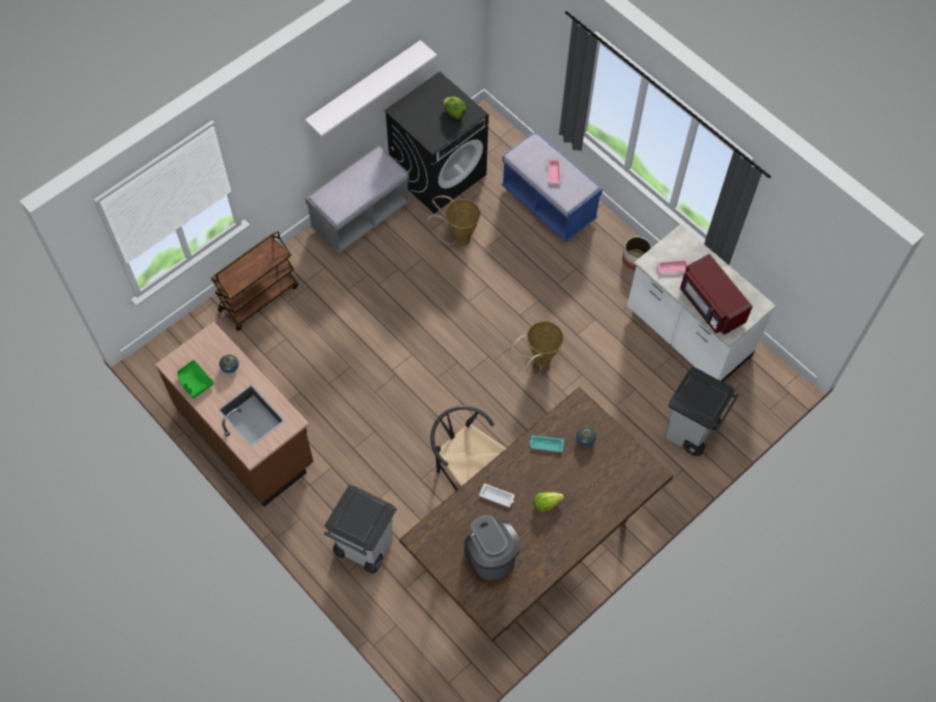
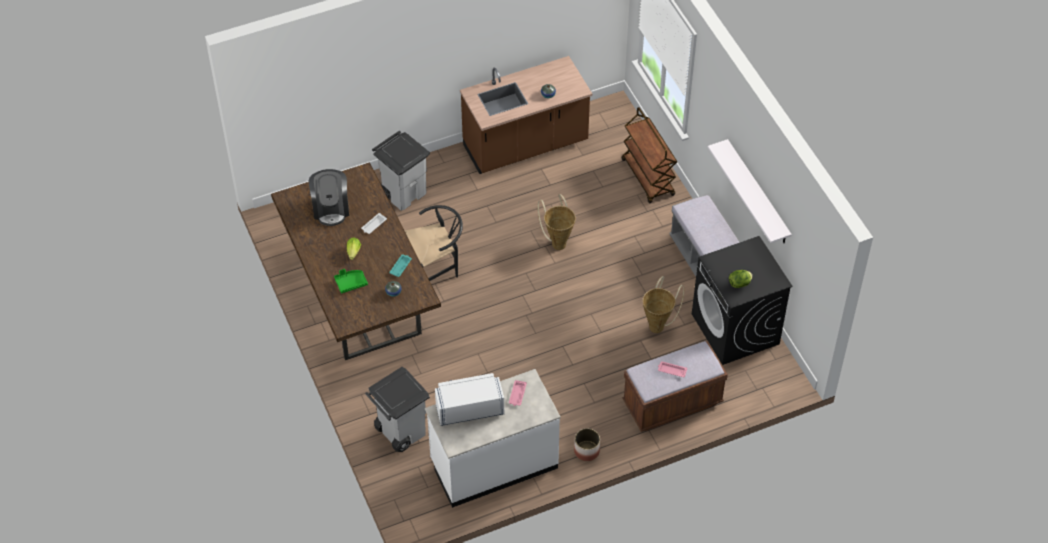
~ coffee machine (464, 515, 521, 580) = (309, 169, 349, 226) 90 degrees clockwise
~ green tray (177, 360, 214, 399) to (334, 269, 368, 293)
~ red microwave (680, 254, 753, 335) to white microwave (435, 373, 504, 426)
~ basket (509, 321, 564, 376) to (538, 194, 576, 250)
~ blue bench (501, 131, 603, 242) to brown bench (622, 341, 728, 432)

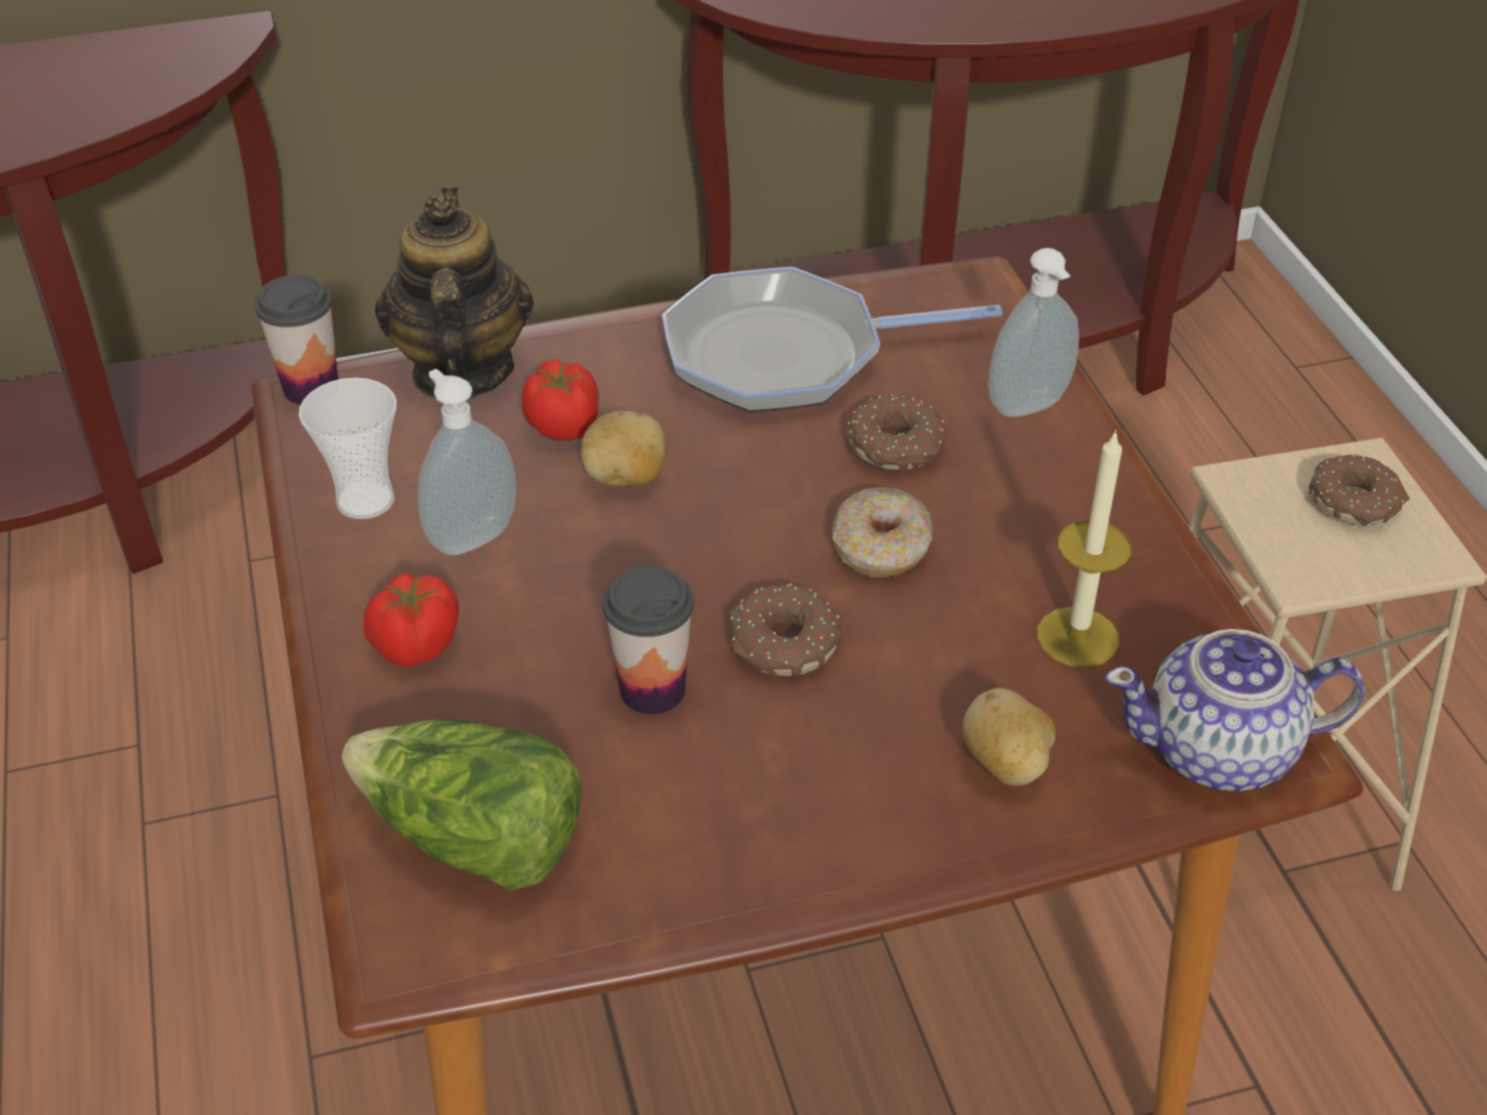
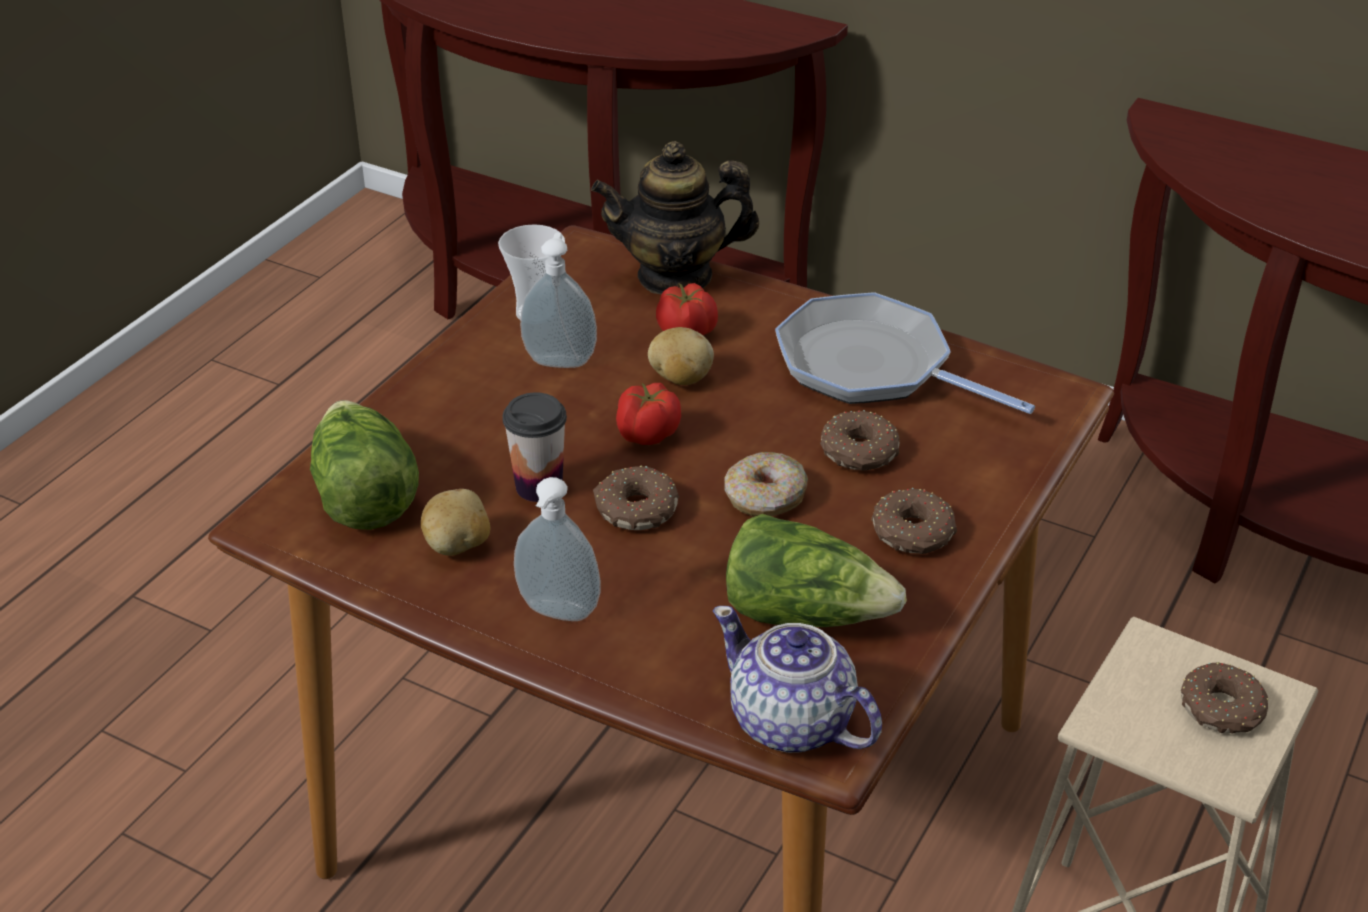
~ potato (962, 688, 1056, 786) to (421, 489, 490, 556)
~ soap dispenser (988, 248, 1079, 417) to (514, 477, 601, 621)
~ teapot (375, 186, 534, 398) = (591, 141, 759, 294) 135 degrees counterclockwise
~ tomato (363, 571, 459, 667) to (616, 383, 681, 445)
~ candle (1037, 430, 1132, 668) to lettuce (726, 514, 907, 627)
+ donut (872, 488, 957, 554)
- cup (255, 274, 338, 405)

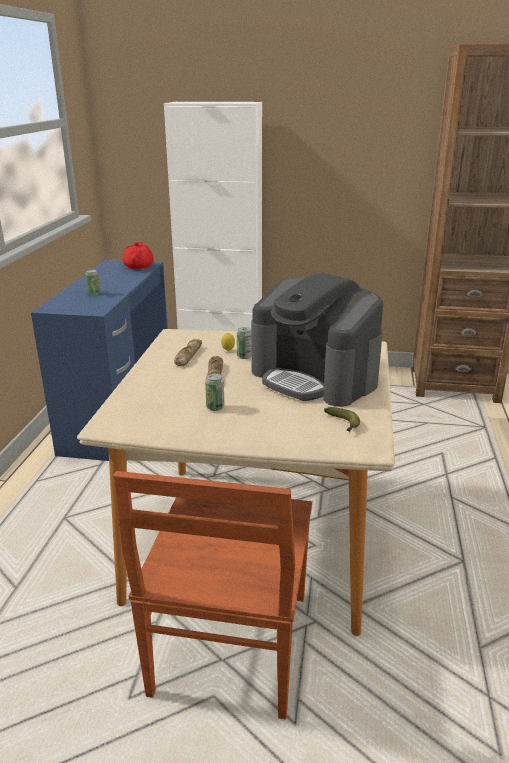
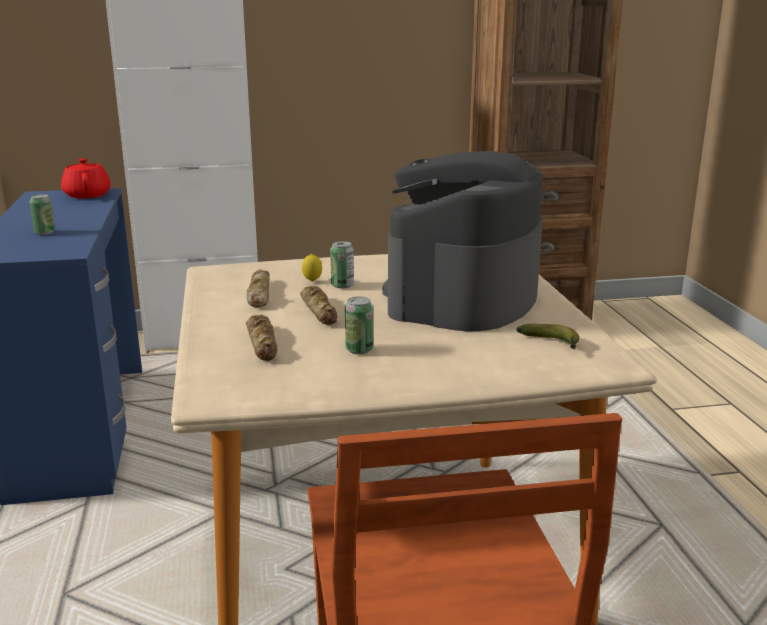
+ bread (246, 315, 278, 361)
~ coffee machine (251, 273, 383, 407) = (383, 151, 543, 332) 90 degrees clockwise

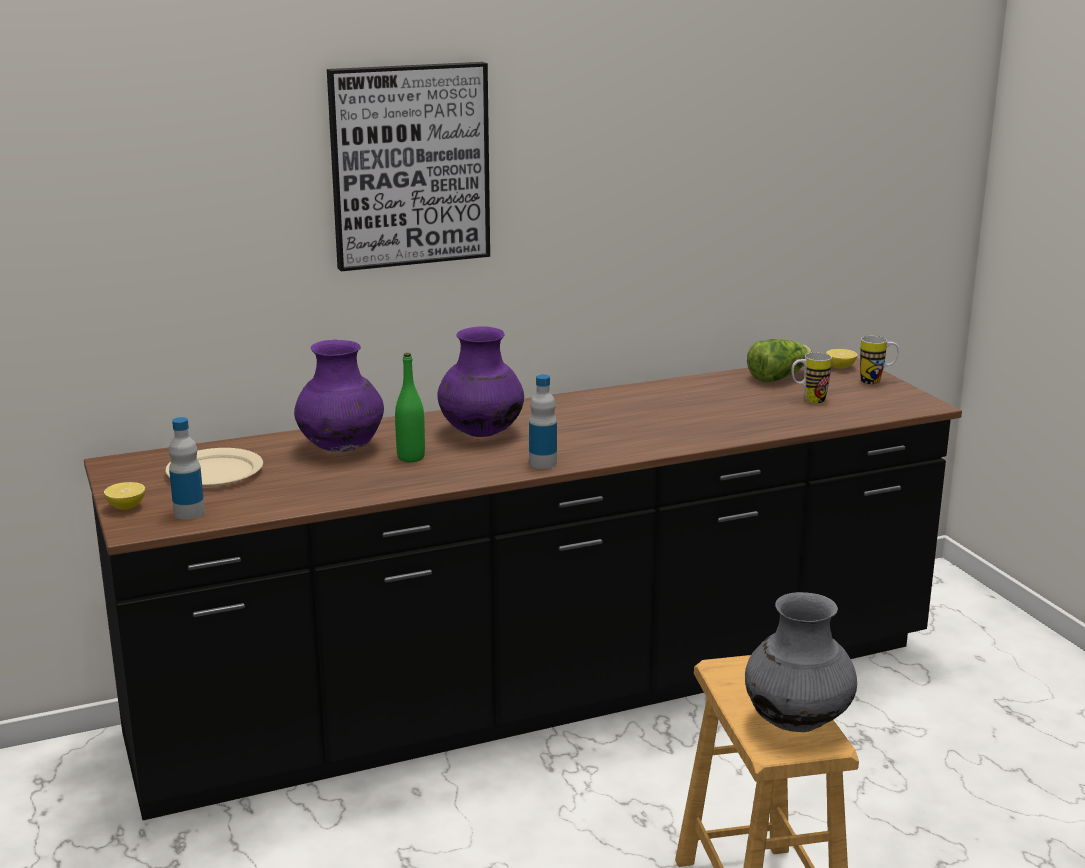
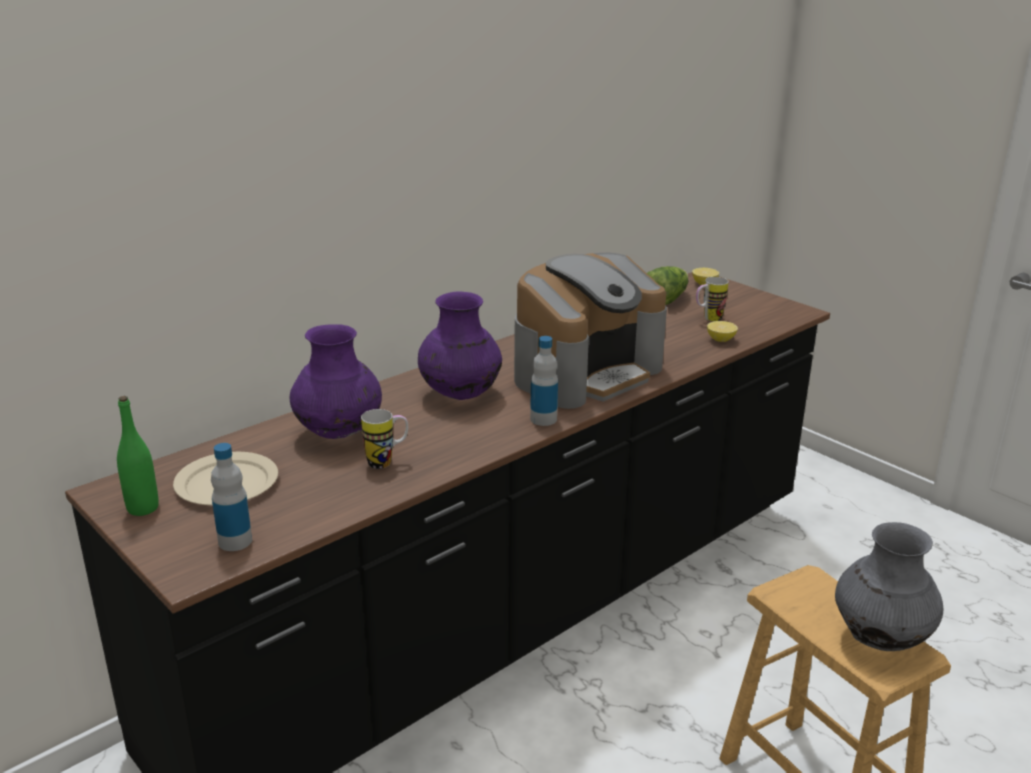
~ green bottle (395, 353, 425, 462) to (117, 396, 159, 516)
~ mug (860, 336, 899, 385) to (361, 409, 408, 469)
+ coffee machine (514, 253, 667, 409)
~ lemon (104, 482, 145, 510) to (707, 321, 738, 342)
- picture (327, 62, 490, 271)

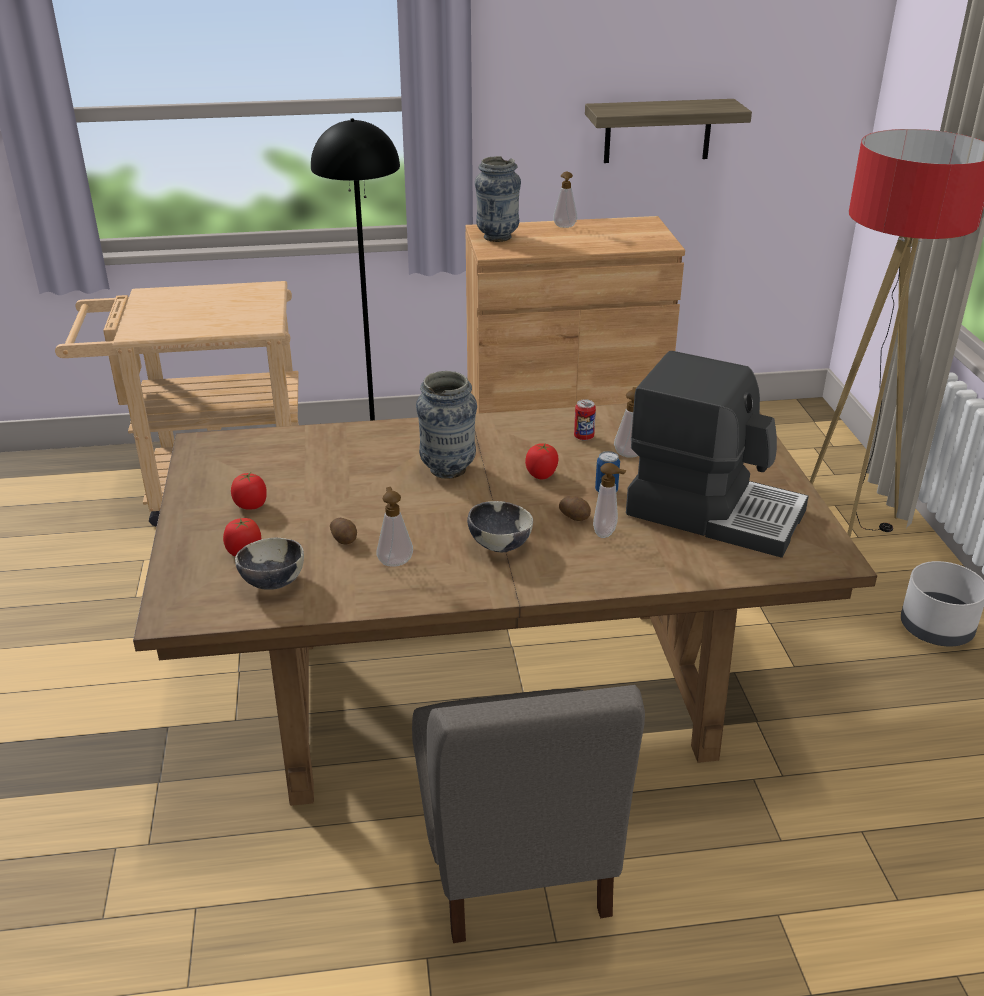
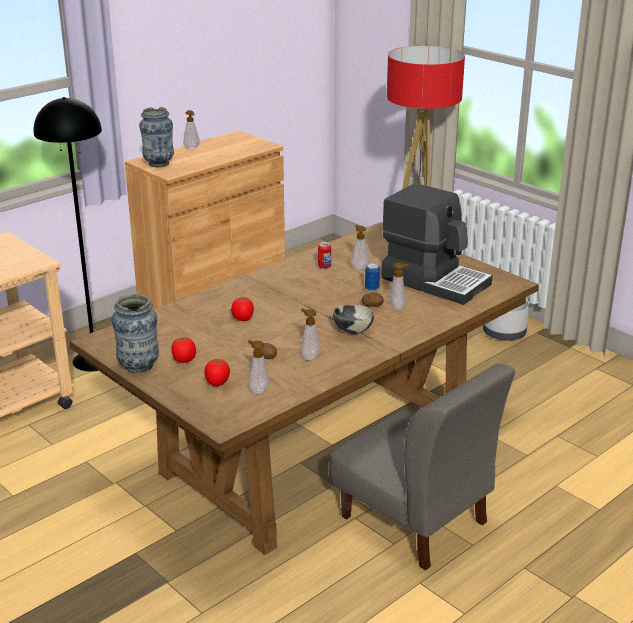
~ vase (416, 371, 477, 479) to (112, 294, 159, 374)
~ tomato (525, 443, 559, 479) to (231, 297, 254, 321)
~ bowl (235, 538, 304, 590) to soap dispenser (248, 340, 269, 394)
~ coffee machine (626, 351, 809, 558) = (381, 183, 492, 305) 45 degrees clockwise
- shelf (585, 99, 752, 163)

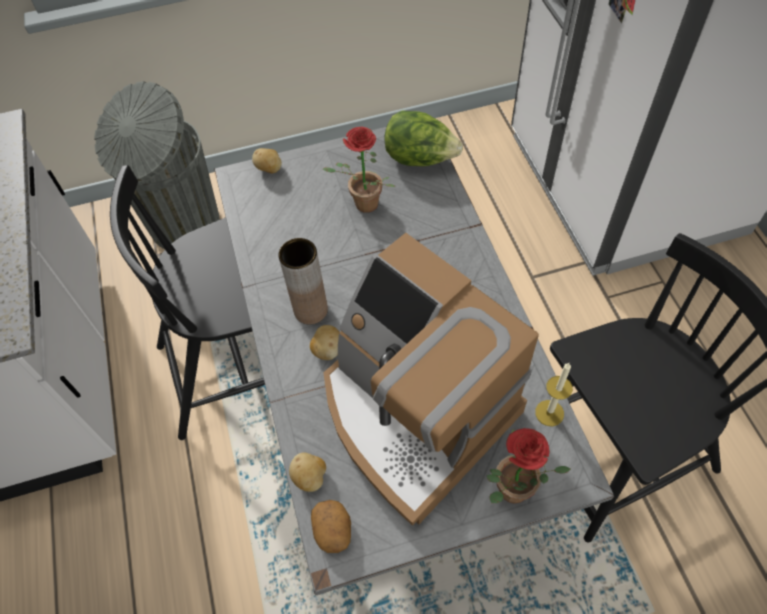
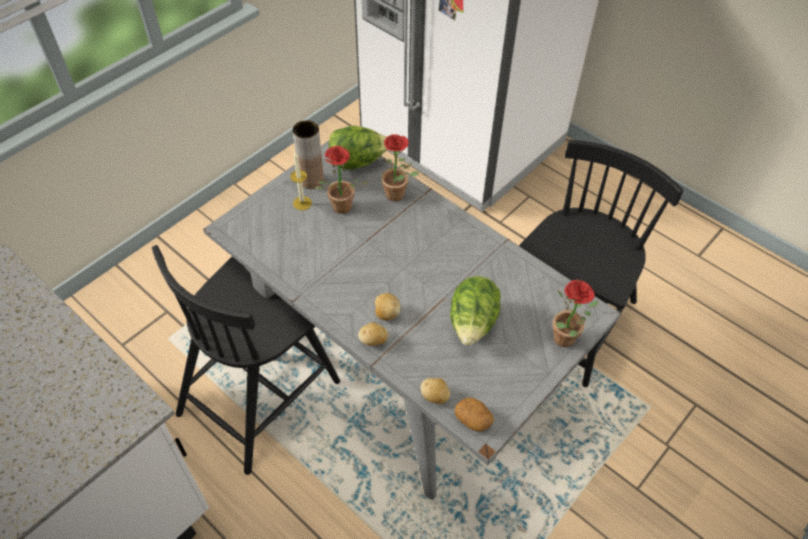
~ candle (535, 363, 573, 426) to (290, 152, 312, 210)
~ brown vase (278, 238, 328, 325) to (293, 120, 324, 189)
~ potato (252, 148, 282, 174) to (358, 323, 388, 346)
+ potted plant (378, 134, 419, 201)
~ coffee machine (323, 233, 539, 526) to lettuce (450, 276, 501, 346)
- grey trash can (94, 81, 220, 249)

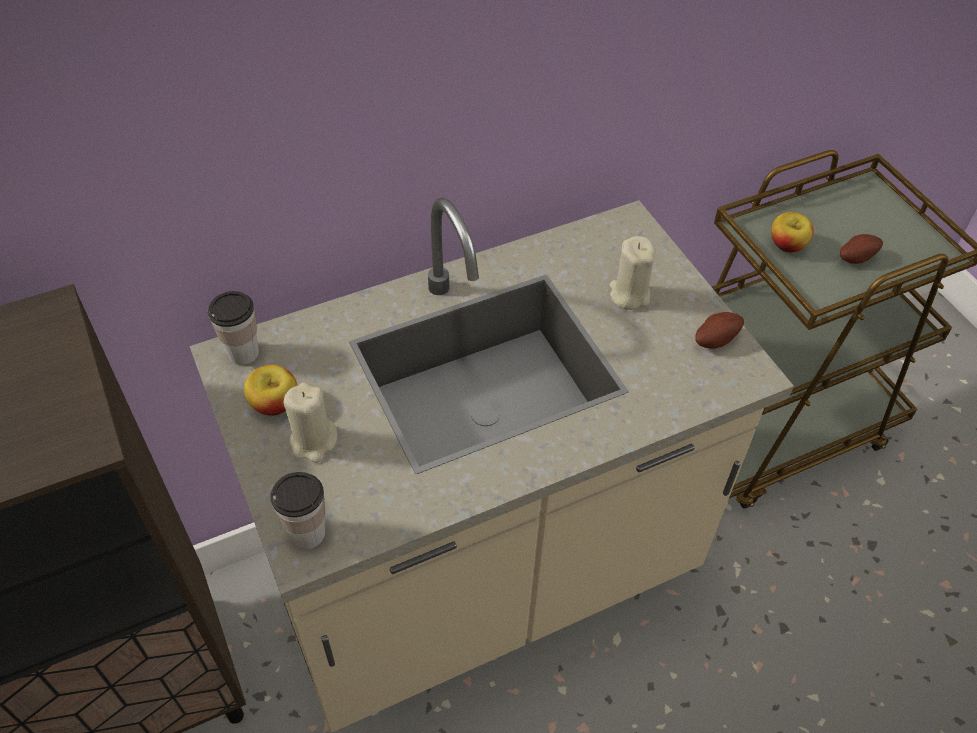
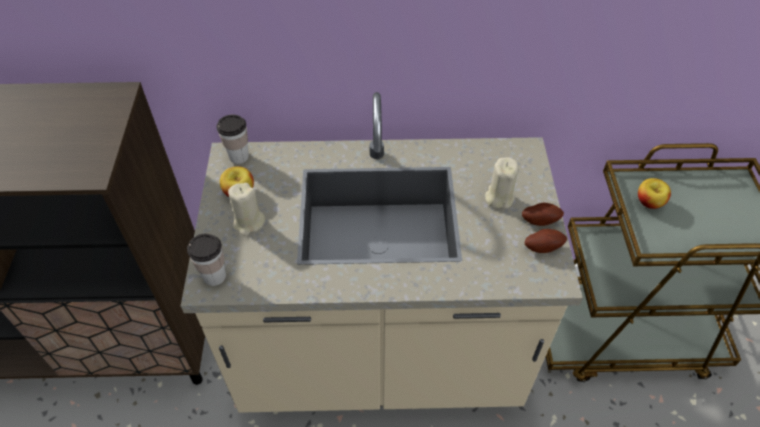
~ potato (840, 234, 883, 264) to (522, 203, 564, 226)

